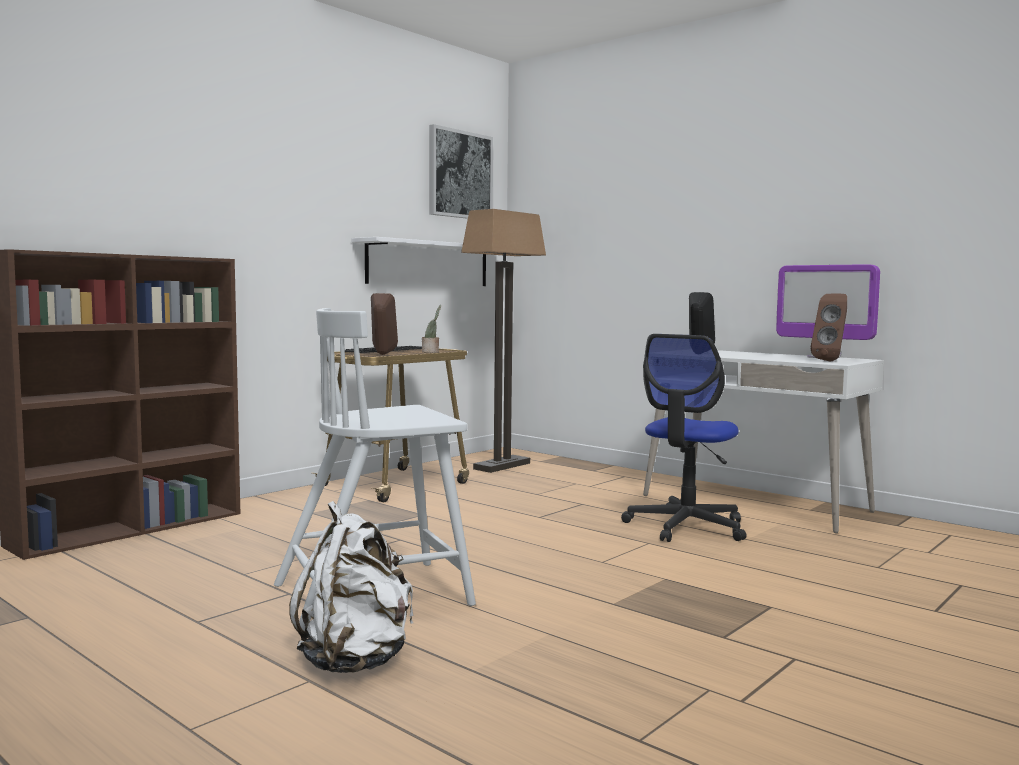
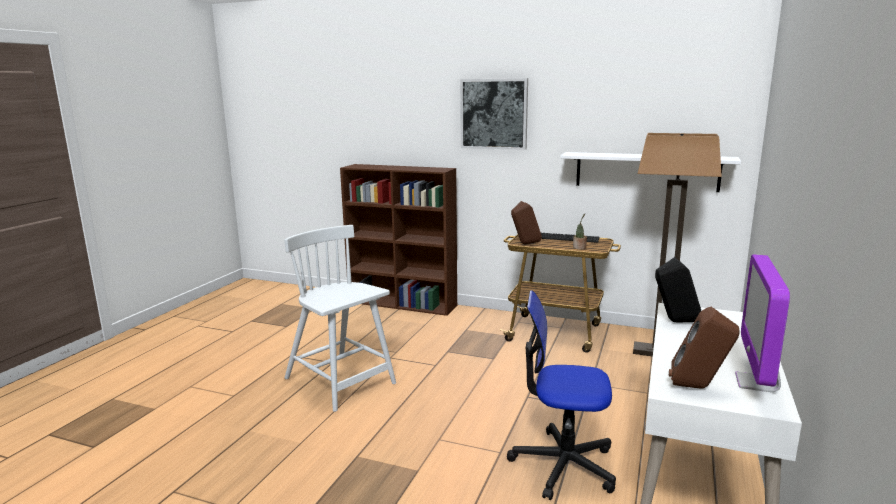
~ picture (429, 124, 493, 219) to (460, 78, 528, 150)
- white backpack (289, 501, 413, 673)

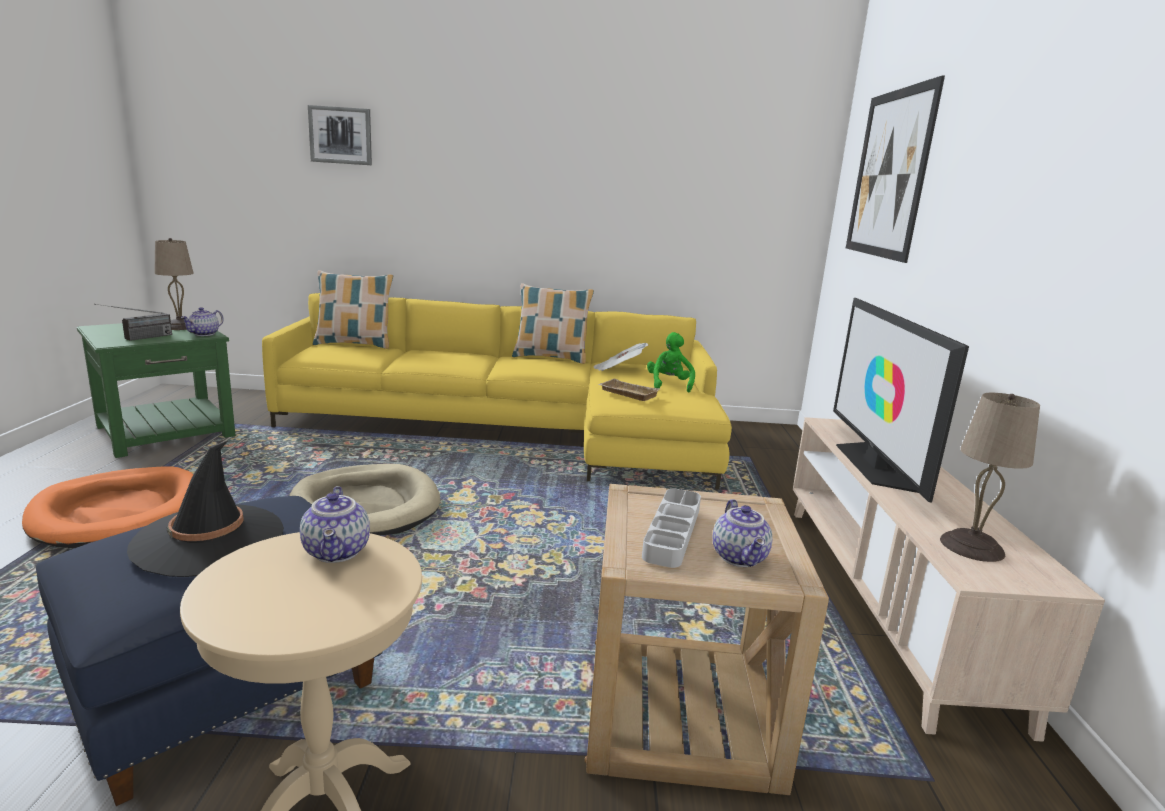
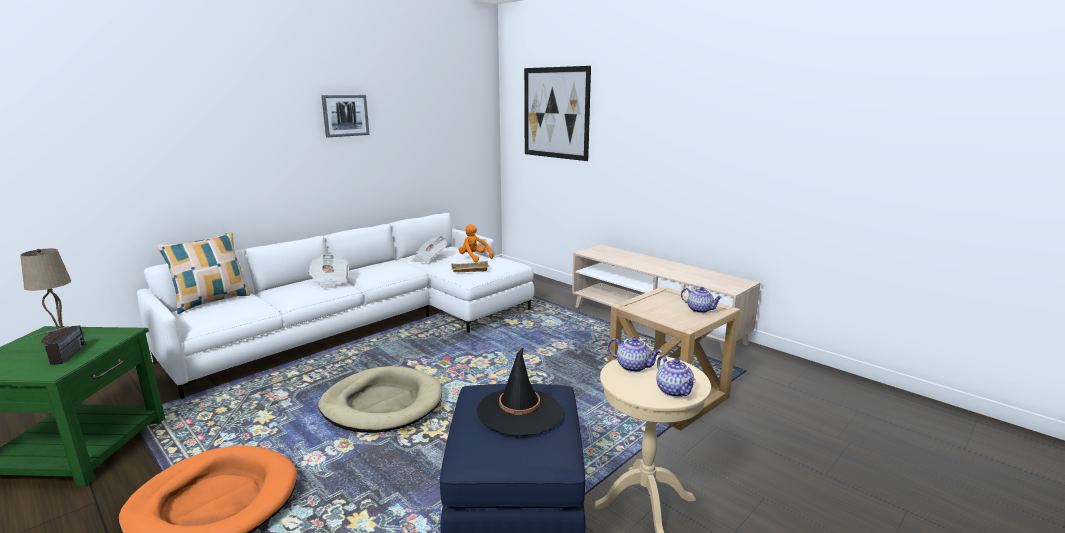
~ yellow sofa (262, 293, 732, 490) to white sofa (137, 213, 535, 399)
+ newspaper (308, 254, 349, 289)
~ picture (308, 105, 372, 165) to (321, 95, 369, 137)
~ green plush toy (647, 332, 695, 392) to orange plush toy (459, 224, 493, 262)
~ teapot (181, 307, 223, 336) to (657, 355, 696, 397)
- pillow (512, 284, 594, 364)
- grey tray (642, 488, 701, 568)
- television (833, 298, 969, 502)
- beige table lamp (940, 393, 1040, 562)

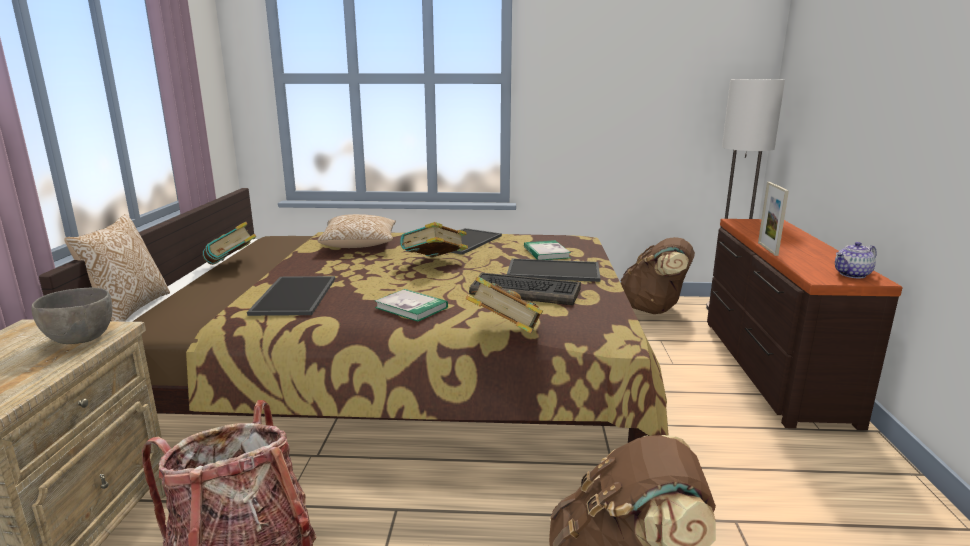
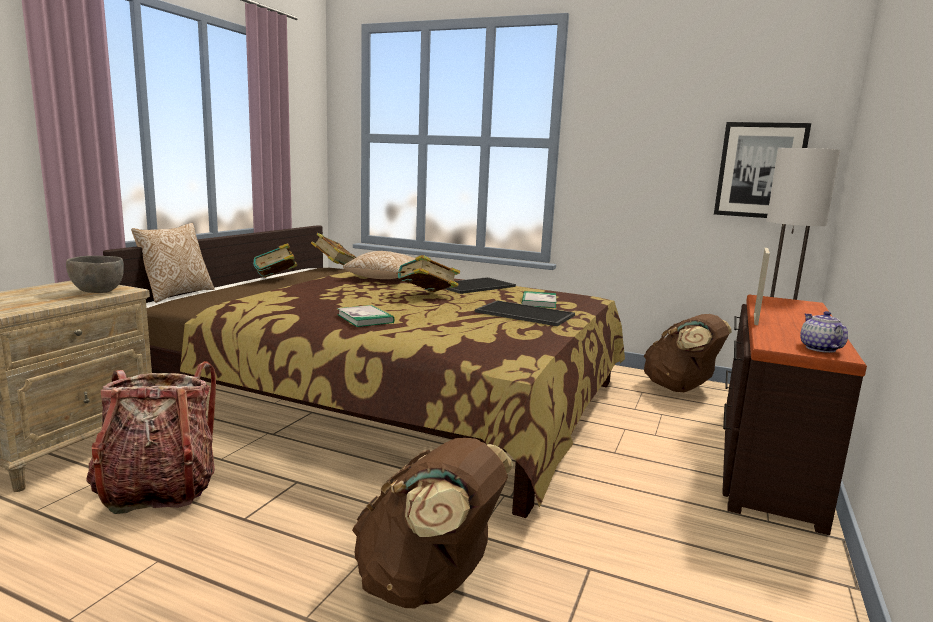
~ book (466, 276, 543, 333) to (311, 233, 356, 265)
+ picture (714, 122, 811, 218)
~ teapot (835, 242, 877, 278) = (800, 311, 848, 353) 90 degrees clockwise
- tray (247, 276, 335, 316)
- keyboard (469, 273, 581, 305)

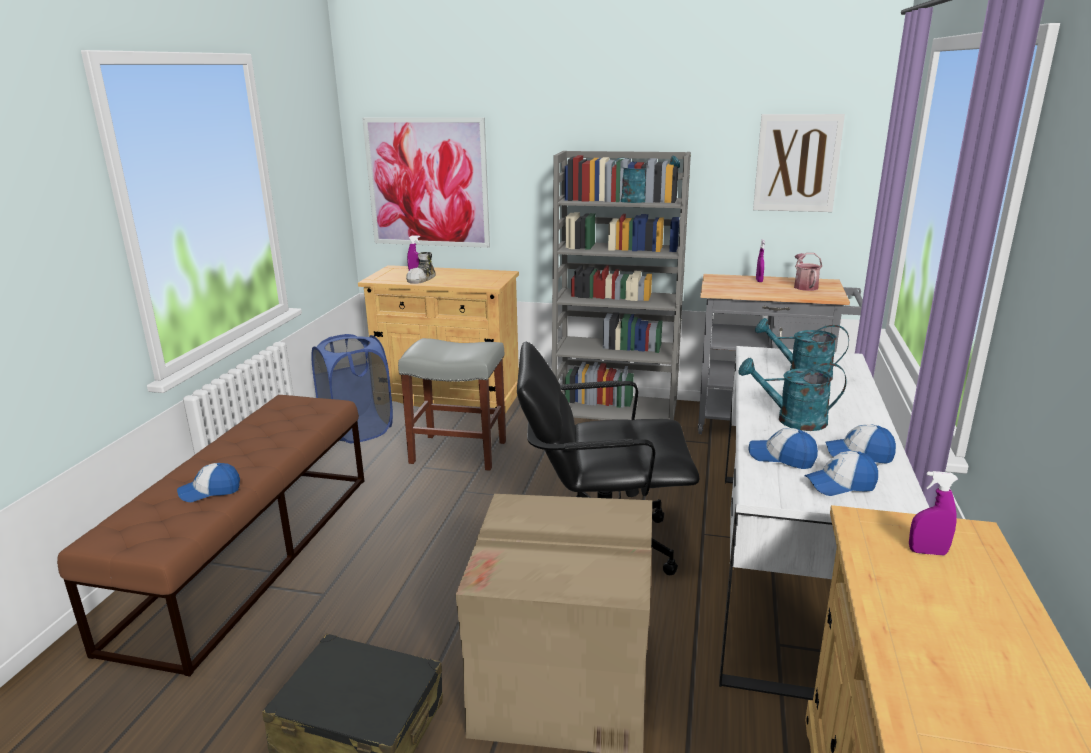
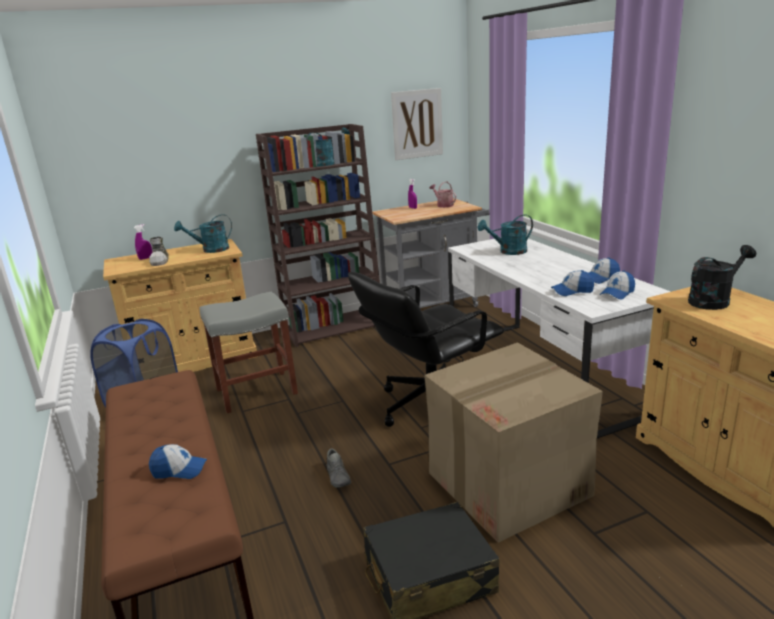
~ cap (177, 463, 240, 502) = (149, 444, 207, 479) 120 degrees counterclockwise
~ turquoise watering can (738, 358, 847, 431) to (174, 214, 232, 253)
~ grey bookcase (552, 151, 691, 420) to brown bookcase (256, 124, 380, 347)
+ grey shoe (327, 449, 351, 488)
~ purple spray bottle (909, 471, 958, 555) to black watering can (688, 245, 756, 310)
- picture (362, 118, 490, 248)

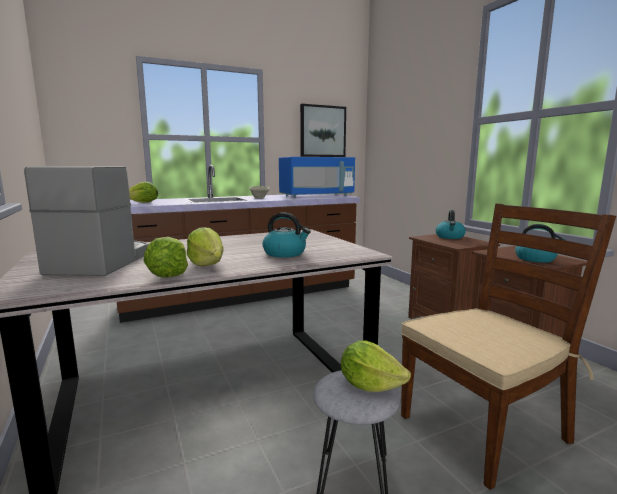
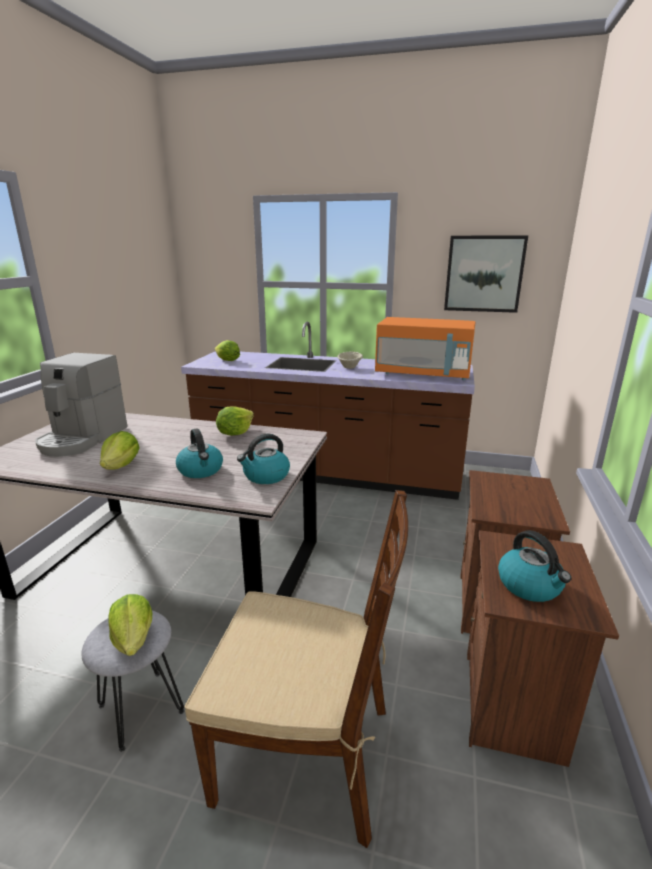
~ coffee machine (24, 166, 148, 276) = (36, 353, 128, 457) 150 degrees clockwise
~ lettuce (144, 237, 188, 278) to (216, 406, 254, 435)
~ kettle (436, 210, 466, 239) to (237, 434, 290, 484)
~ blue microwave (279, 157, 355, 198) to orange microwave (375, 317, 476, 380)

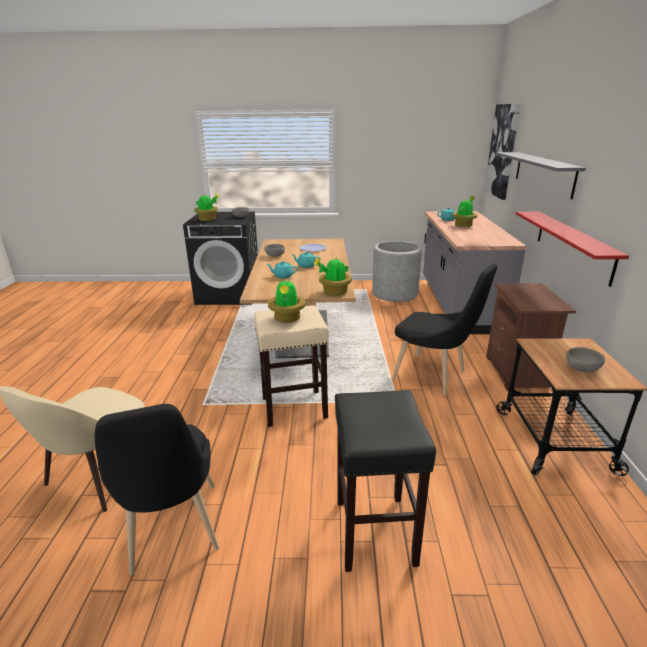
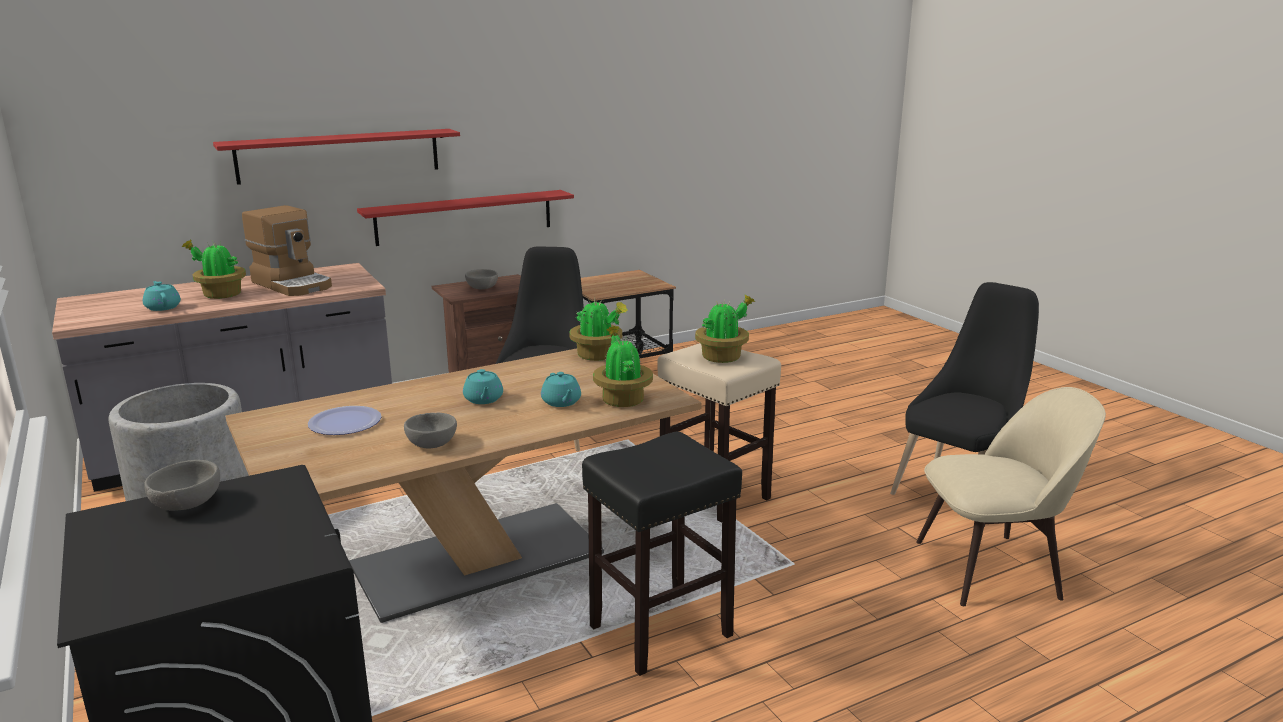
~ grey shelf (496, 152, 586, 199) to red shelf (213, 129, 460, 185)
+ coffee machine (242, 205, 332, 296)
~ grey bowl (566, 347, 605, 372) to (465, 269, 498, 289)
~ black stool (335, 390, 436, 572) to (582, 431, 742, 676)
~ potted plant (194, 193, 220, 221) to (593, 326, 653, 407)
- picture (485, 104, 520, 200)

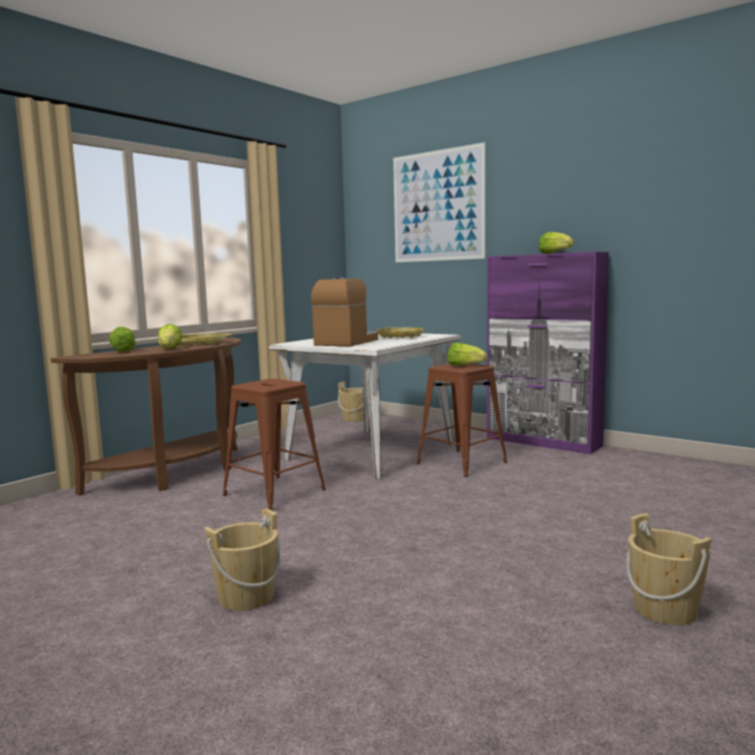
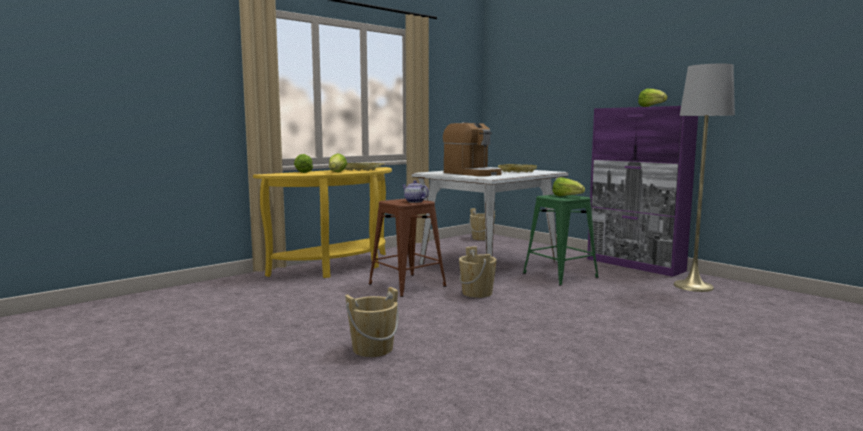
~ brown console table (51, 338, 241, 496) to yellow console table (253, 167, 392, 278)
+ teapot (402, 180, 429, 203)
~ coffee machine (311, 277, 378, 346) = (443, 122, 502, 176) 105 degrees clockwise
~ beige bucket (626, 513, 712, 625) to (459, 246, 497, 298)
~ brown stool (417, 364, 507, 477) to green stool (523, 195, 598, 286)
+ grey floor lamp (674, 64, 735, 292)
- picture (393, 142, 486, 262)

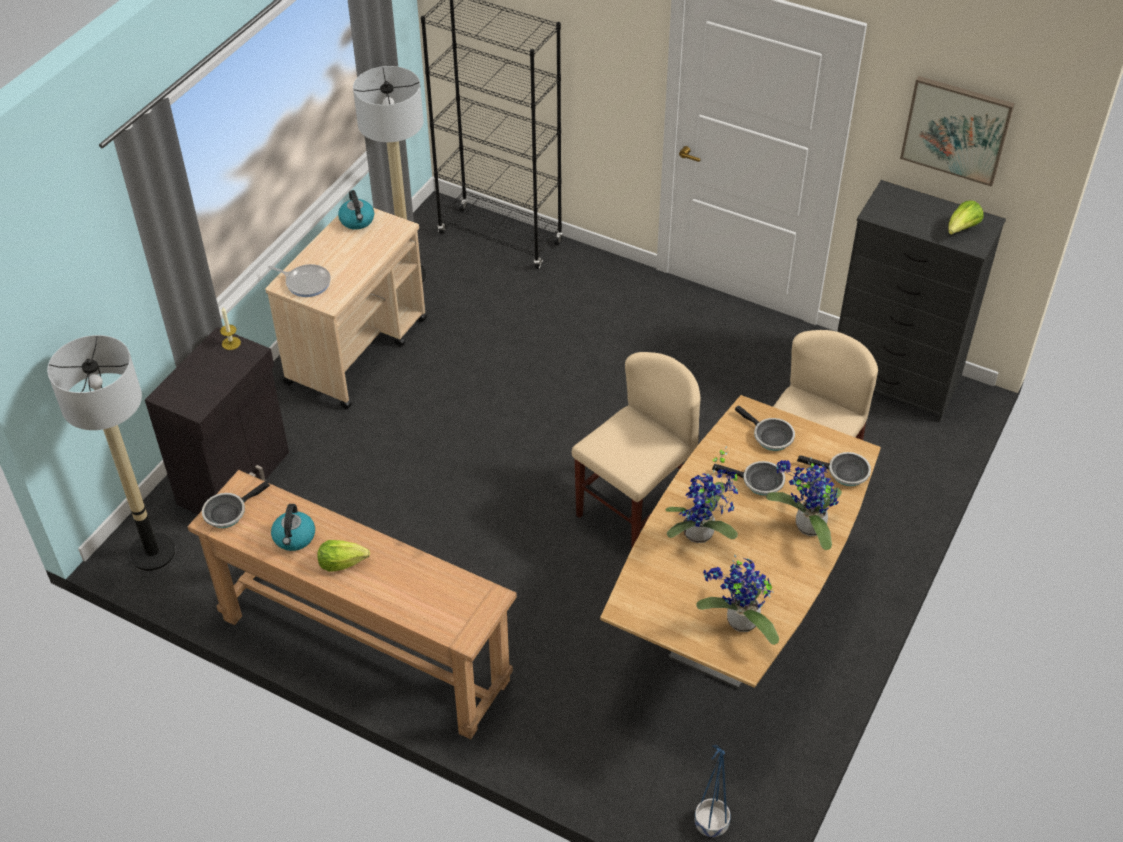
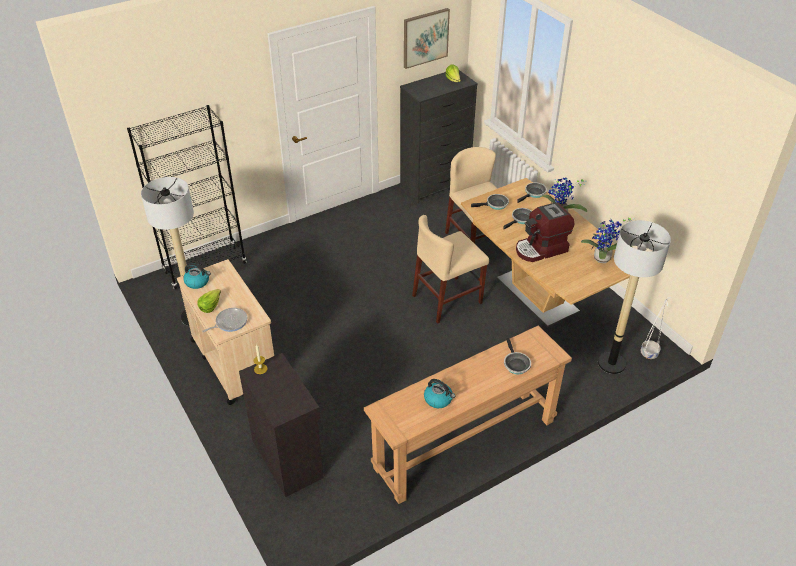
~ lettuce (318, 540, 370, 572) to (197, 289, 221, 313)
~ beige chair (572, 352, 700, 549) = (412, 215, 489, 324) 105 degrees counterclockwise
~ frying pan (202, 481, 270, 528) to (504, 338, 531, 374)
~ potted plant (665, 446, 738, 543) to coffee machine (516, 202, 574, 262)
~ floor lamp (47, 335, 176, 571) to (598, 220, 671, 374)
~ blue planter (695, 745, 731, 837) to white planter (641, 297, 671, 359)

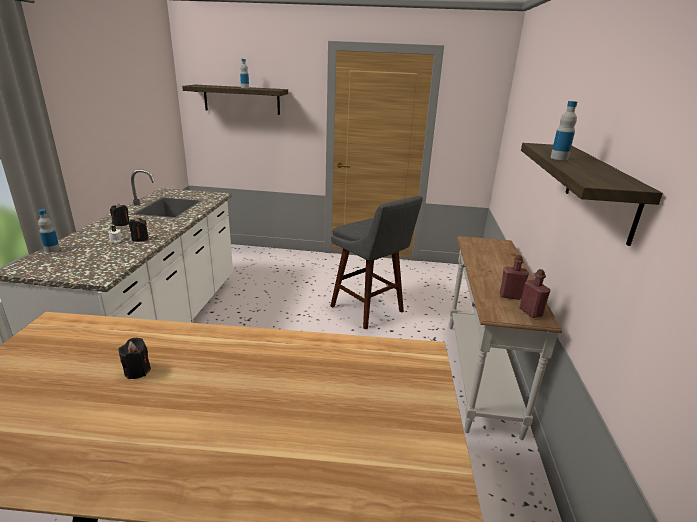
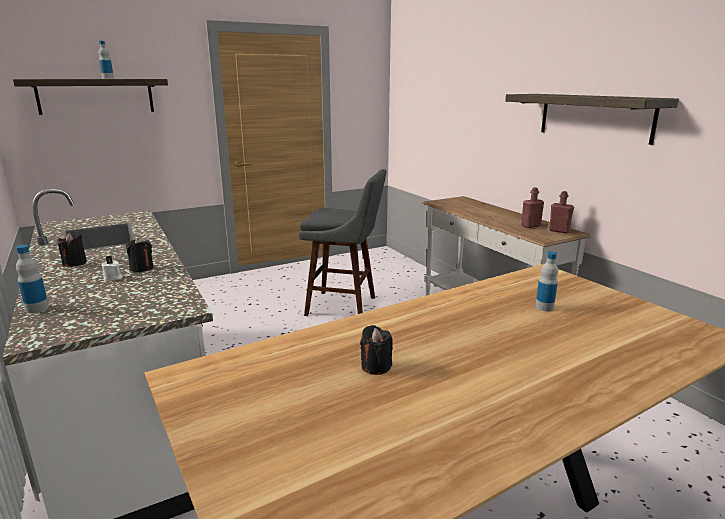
~ bottle (550, 101, 577, 160) to (535, 251, 558, 312)

